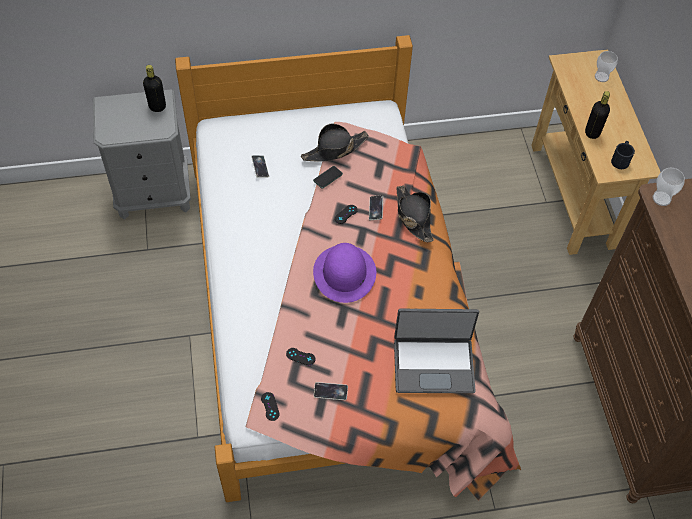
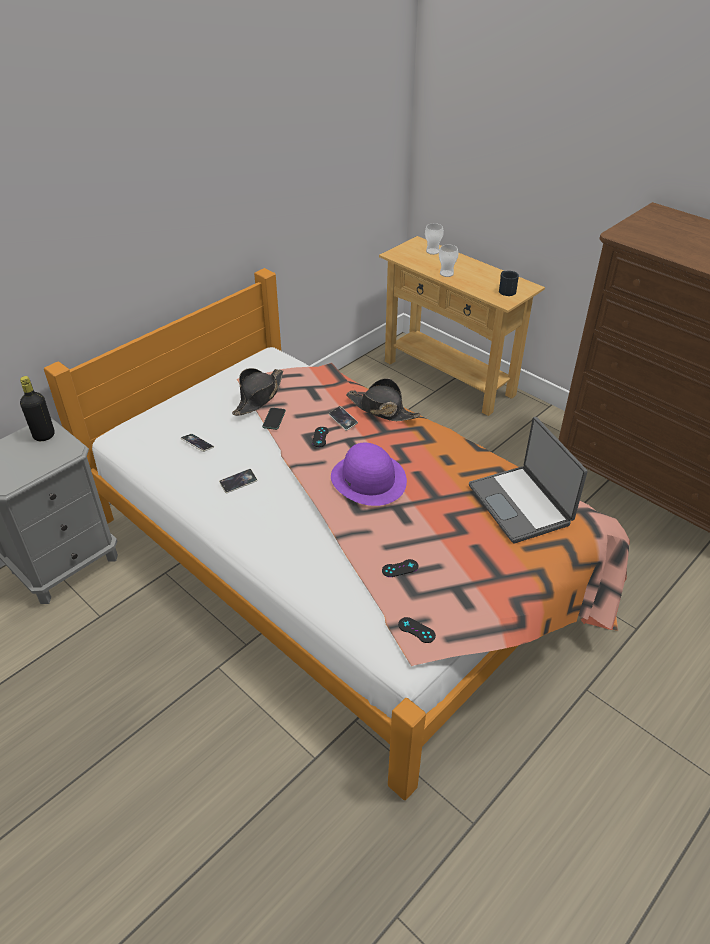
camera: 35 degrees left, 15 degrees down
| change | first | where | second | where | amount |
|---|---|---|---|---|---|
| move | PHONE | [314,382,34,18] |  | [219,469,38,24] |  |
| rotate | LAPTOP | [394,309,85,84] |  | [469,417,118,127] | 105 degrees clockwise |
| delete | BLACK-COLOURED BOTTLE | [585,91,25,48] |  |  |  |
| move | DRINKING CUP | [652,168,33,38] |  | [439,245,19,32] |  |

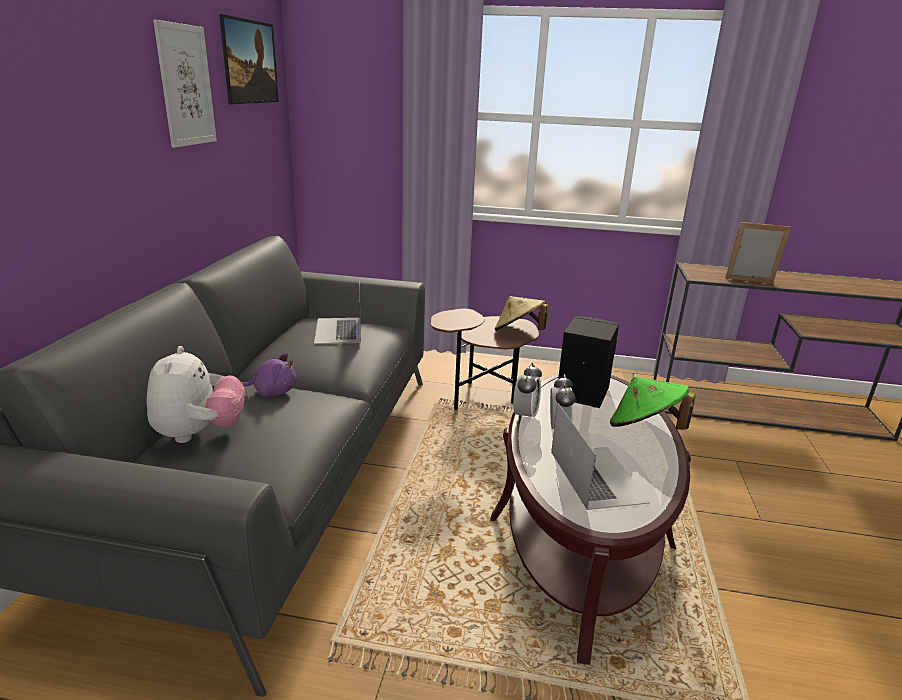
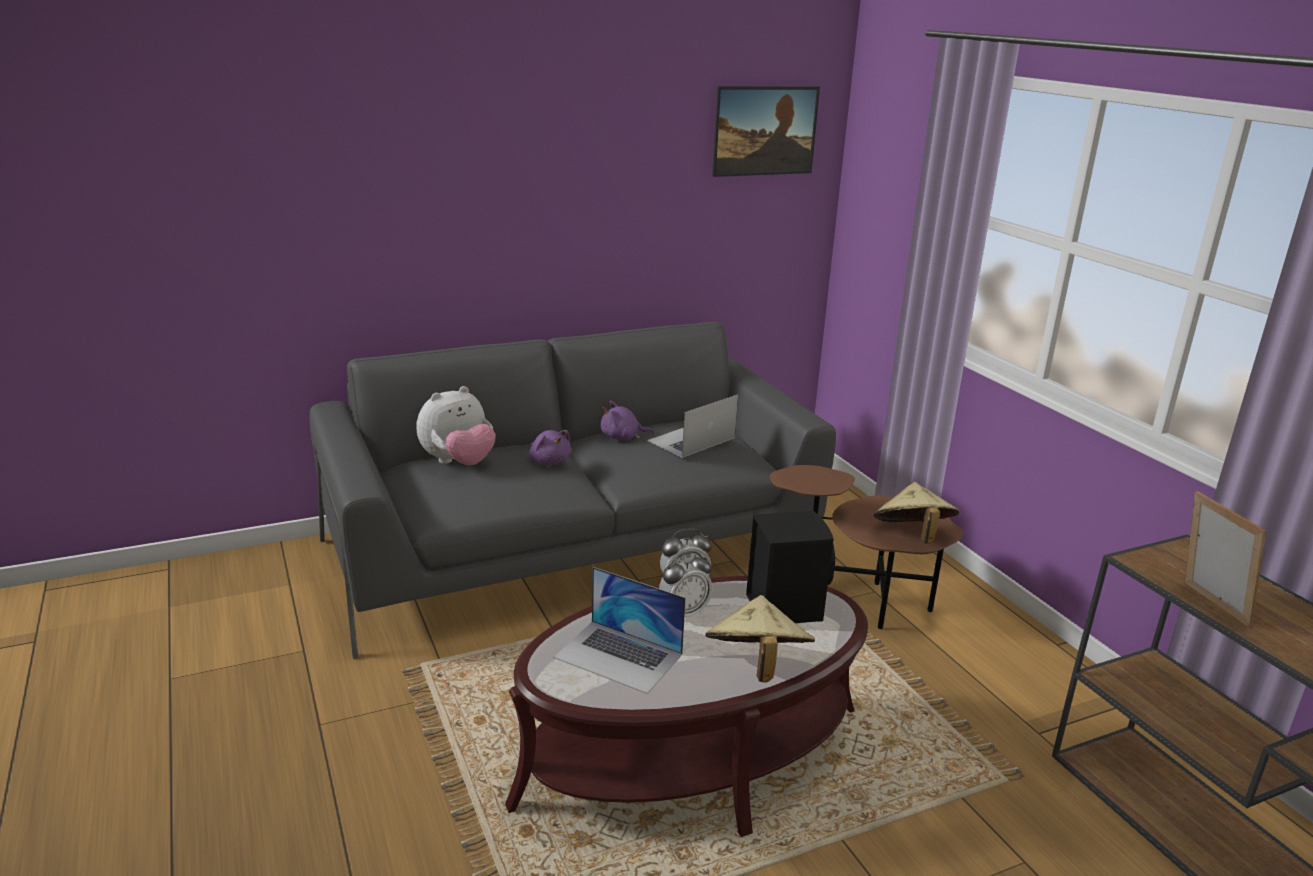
camera: 55 degrees right, 0 degrees up
| change | first | where | second | where | amount |
|---|---|---|---|---|---|
| delete | WALL ART | [153,20,64,128] |  |  |  |
| rotate | LAPTOP | [551,403,99,107] |  | [554,567,132,127] | 75 degrees clockwise |
| recolor | GREEN WEARABLE HAT | [610,376,86,54] | BEIGE WEARABLE HAT | [705,595,110,88] |  |
| insert |  |  | PURPLE PLUSH TOY | [601,401,54,39] |  |

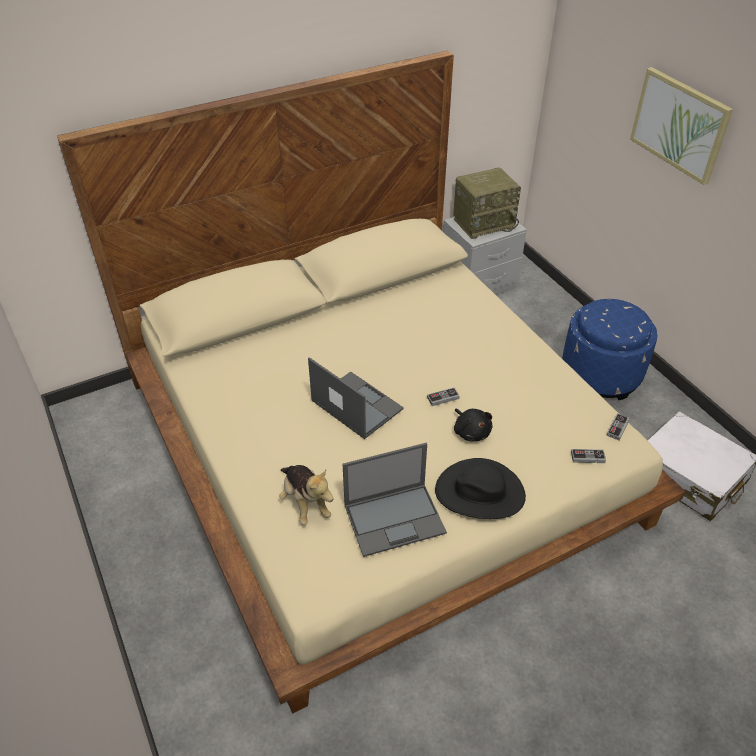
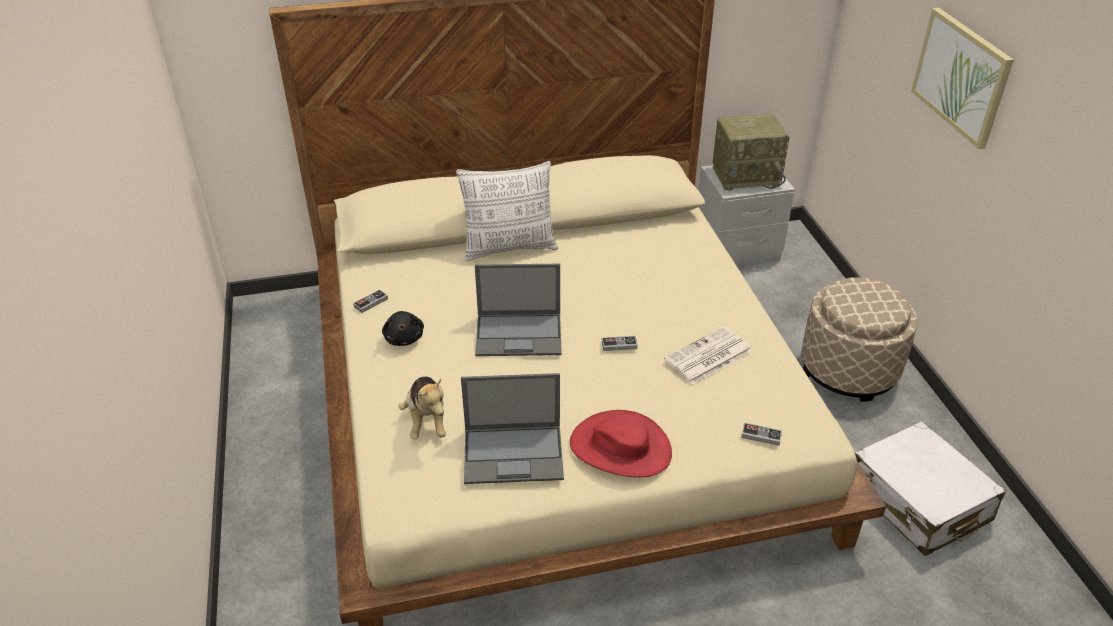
camera: 15 degrees right, 5 degrees down
| change | first | where | second | where | amount |
|---|---|---|---|---|---|
| rotate | LAPTOP | [308,357,96,82] |  | [475,264,87,92] | 120 degrees clockwise |
| recolor | BLACK-COLOURED WEARABLE HAT | [435,458,91,61] | RED WEARABLE HAT | [570,410,102,67] |  |
| move | BLACK-COLOURED PLUSH TOY | [454,409,39,33] |  | [382,311,42,35] |  |
| recolor | BLUE FOOTREST | [562,299,95,101] | BEIGE FOOTREST | [802,277,116,125] |  |
| move | GAME CONTROLLER | [606,413,24,27] |  | [353,289,35,24] |  |
| insert |  |  | PILLOW | [456,161,102,100] |  |
| insert |  |  | DAILY PAPER | [664,327,89,57] |  |

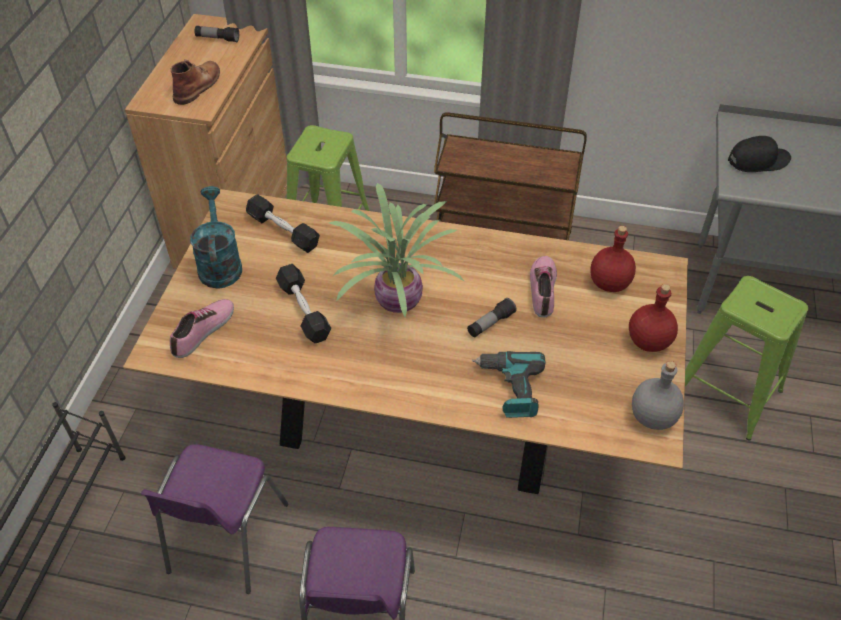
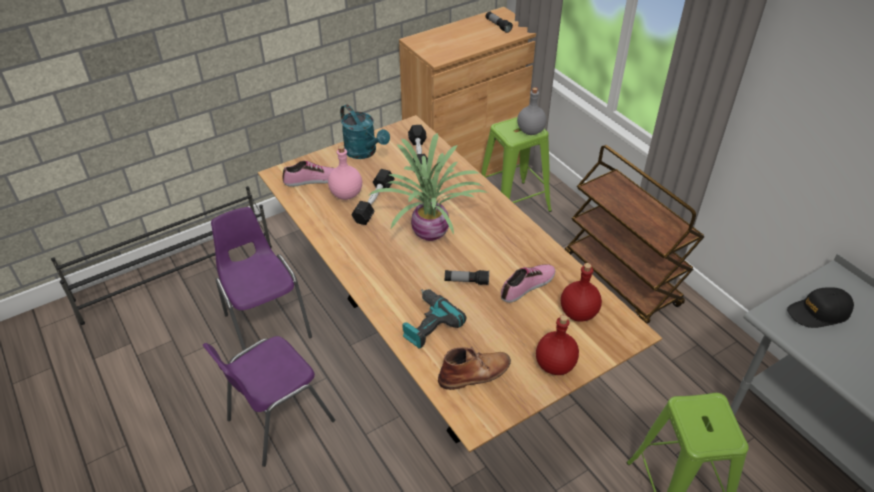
camera: 45 degrees right, 5 degrees down
| change | first | where | second | where | amount |
|---|---|---|---|---|---|
| rotate | PURPLE CHAIR | [141,444,147,150] |  | [211,207,101,143] | 90 degrees clockwise |
| move | BROWN-COLOURED HIGH-TOP BOOT | [171,59,49,46] |  | [438,347,73,43] |  |
| rotate | BLUE-GREEN WATERING CAN | [190,186,52,102] |  | [340,104,50,55] | 105 degrees clockwise |
| move | GREY BOTTLE | [632,361,52,69] |  | [517,87,30,48] |  |
| rotate | BLACK-COLOURED CAP | [728,136,63,36] |  | [787,288,67,40] | 135 degrees clockwise |
| insert |  |  | PINK BOTTLE | [328,146,34,54] |  |

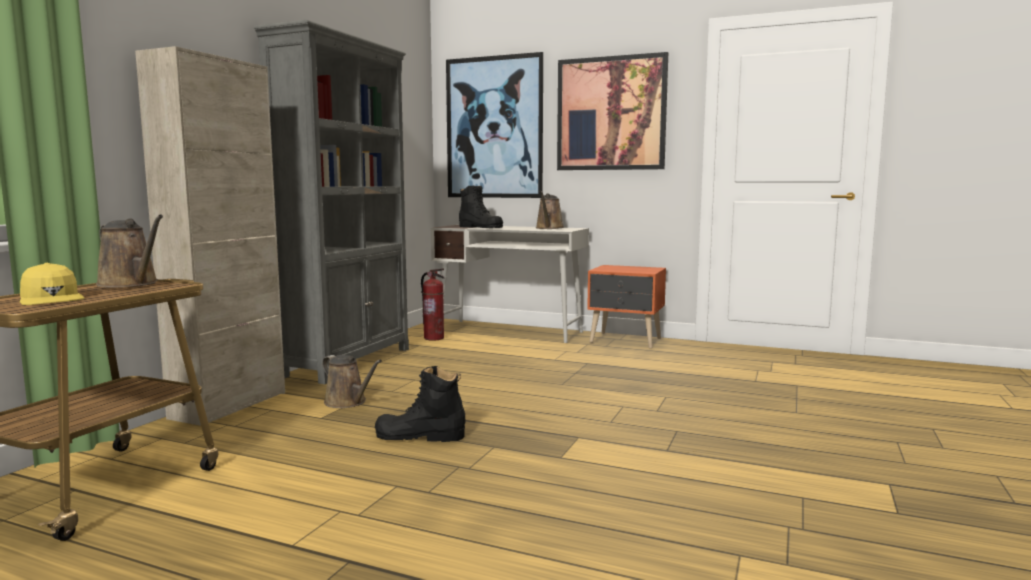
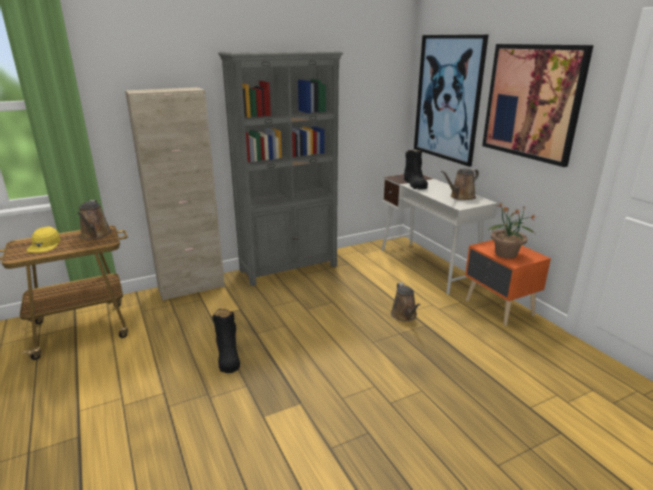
camera: 40 degrees right, 15 degrees up
| change | first | where | second | where | amount |
|---|---|---|---|---|---|
| move | BROWN-COLOURED WATERING CAN | [322,355,60,53] |  | [391,283,29,38] |  |
| rotate | BLACK-COLOURED HIGH-TOP BOOT | [375,366,90,76] |  | [212,309,28,64] | 150 degrees counterclockwise |
| delete | EXTINGUISHER | [421,268,24,73] |  |  |  |
| insert |  |  | POTTED PLANT | [488,203,47,56] |  |

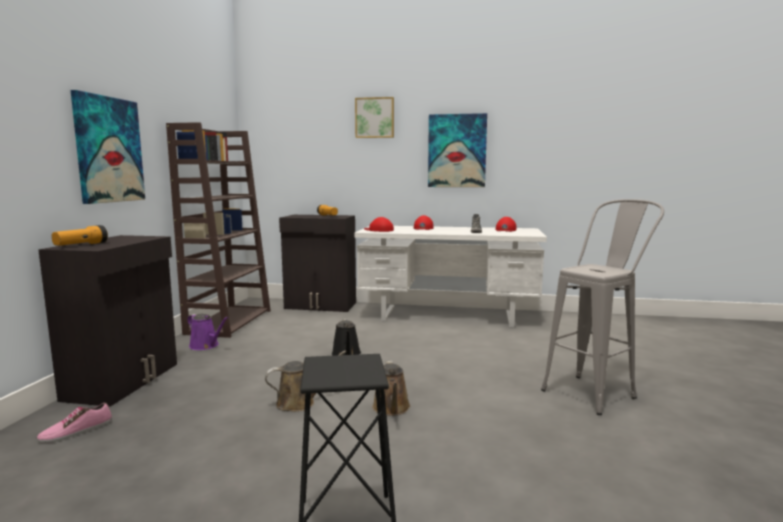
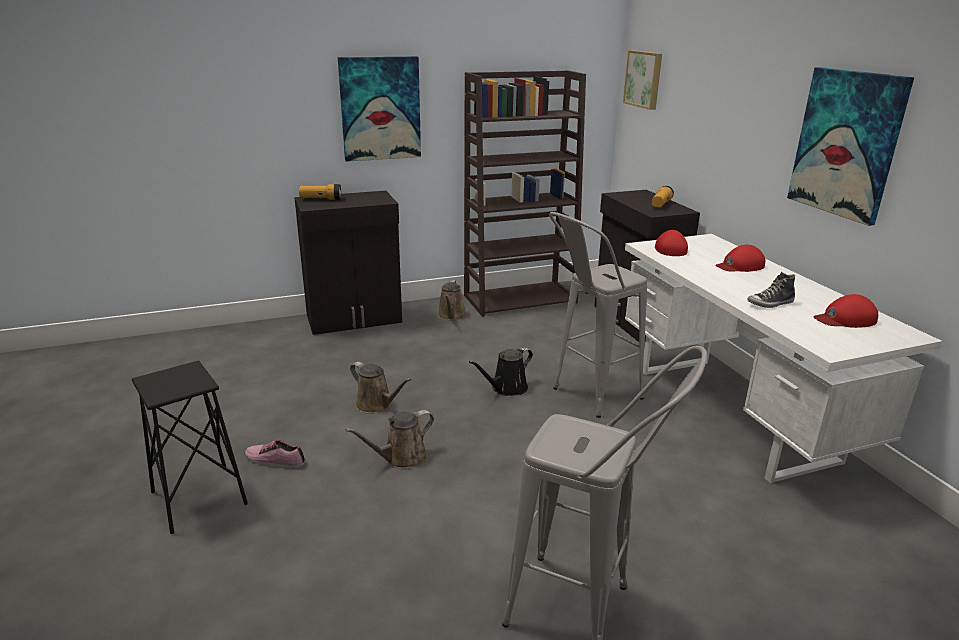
camera: 60 degrees right, 15 degrees up
| change | first | where | second | where | amount |
|---|---|---|---|---|---|
| move | ITEM OF FOOTWEAR | [37,403,75,40] |  | [245,440,60,28] |  |
| recolor | PURPLE WATERING CAN | [187,314,41,36] | BROWN-COLOURED WATERING CAN | [437,280,29,40] |  |
| move | WALL ART | [355,97,39,41] |  | [623,50,39,60] |  |
| insert |  |  | GREY STOOL SEAT | [549,212,98,206] |  |

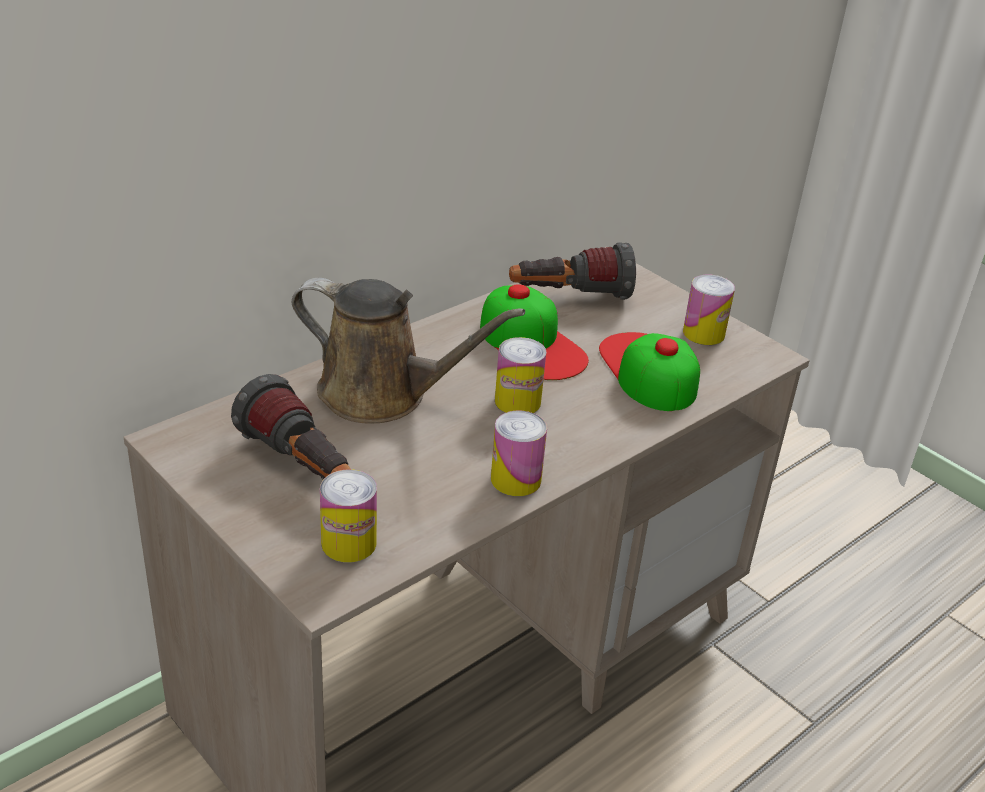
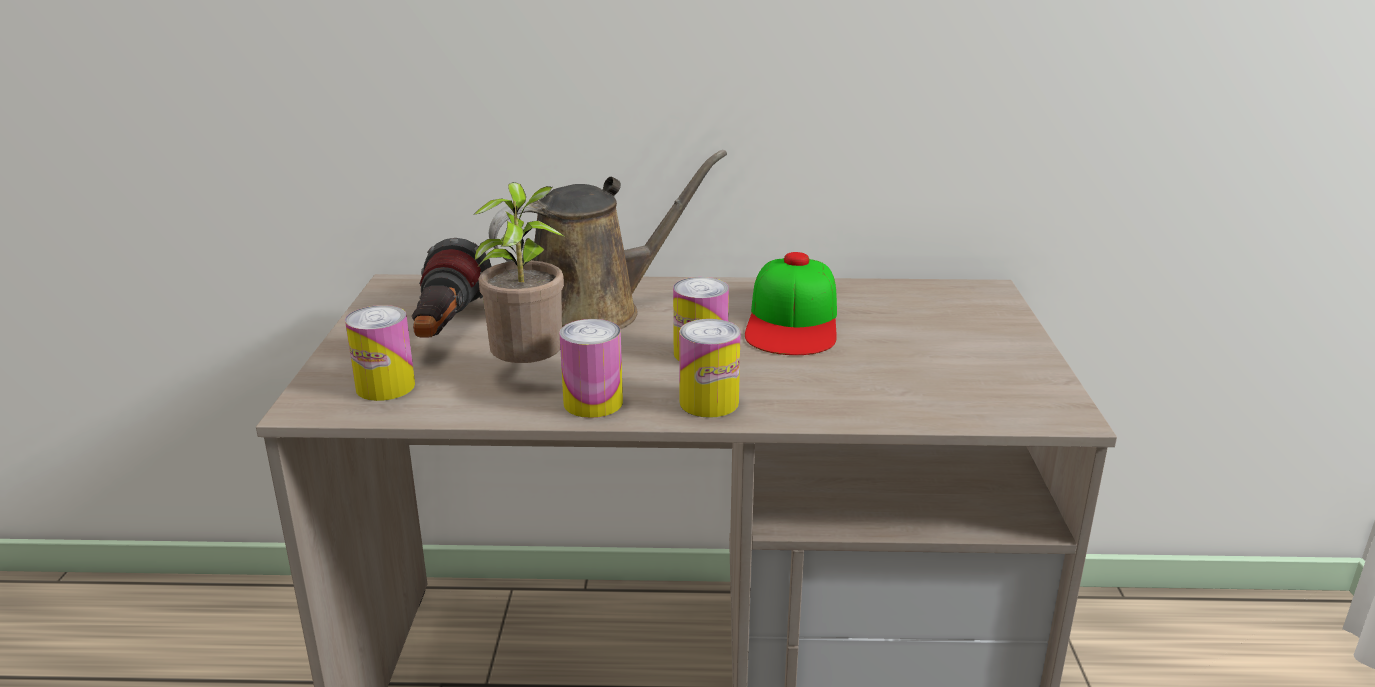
camera: 45 degrees right, 10 degrees down
| change | first | where | second | where | amount |
|---|---|---|---|---|---|
| rotate | BROWN-COLOURED WATERING CAN | [292,278,233,146] |  | [489,150,238,180] | 90 degrees counterclockwise |
| delete | HAND TORCH | [509,242,127,58] |  |  |  |
| delete | CAP | [599,332,101,79] |  |  |  |
| move | SEALED CAN | [683,275,52,70] |  | [679,319,62,99] |  |
| insert |  |  | POTTED PLANT | [473,182,92,181] |  |

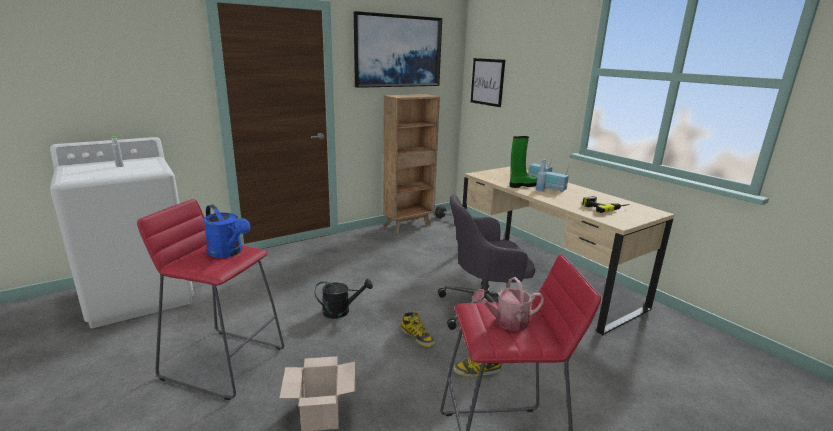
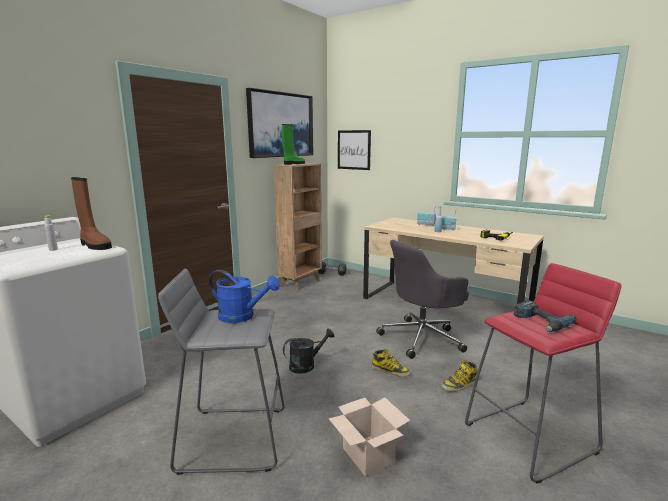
camera: 20 degrees left, 5 degrees down
| change | first | where | second | where | amount |
|---|---|---|---|---|---|
| recolor | RED STOOL SEAT | [137,199,147,201] | GREY STOOL SEAT | [158,269,126,206] |  |
| replace | WATERING CAN | [472,277,73,54] | DRILL | [513,300,64,32] |  |
| move | GREEN HIGH-TOP BOOT | [510,136,27,52] |  | [282,124,23,41] |  |
| insert |  |  | BROWN-COLOURED HIGH-TOP BOOT | [71,177,41,73] |  |

